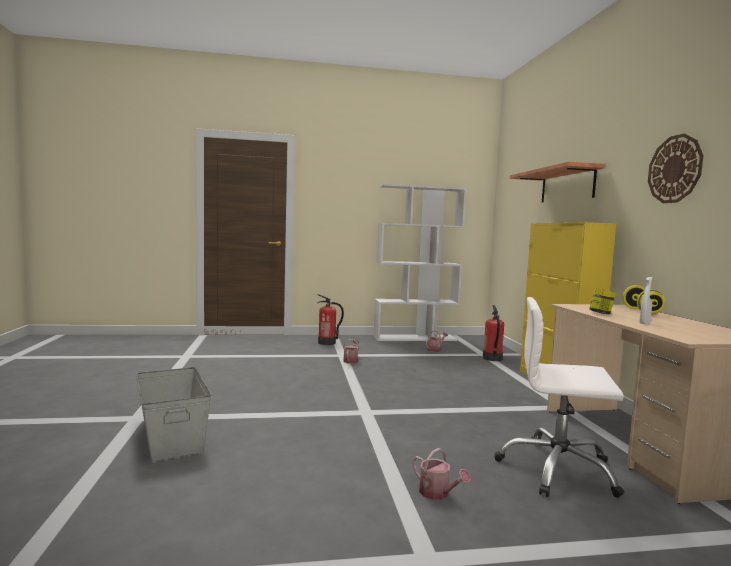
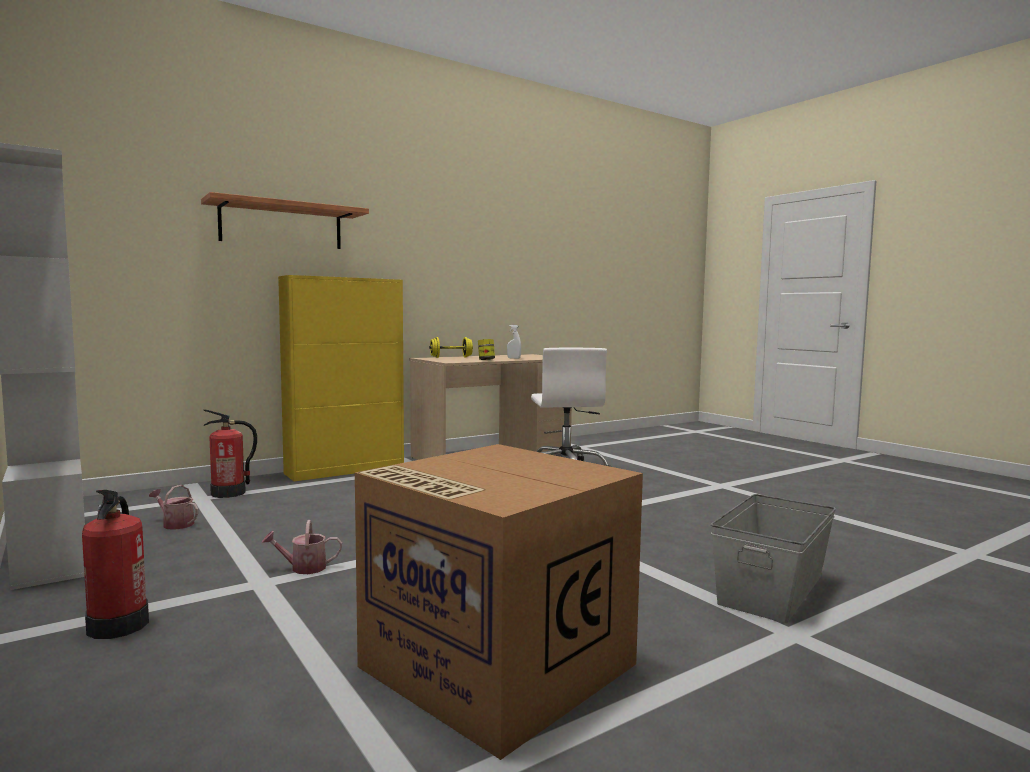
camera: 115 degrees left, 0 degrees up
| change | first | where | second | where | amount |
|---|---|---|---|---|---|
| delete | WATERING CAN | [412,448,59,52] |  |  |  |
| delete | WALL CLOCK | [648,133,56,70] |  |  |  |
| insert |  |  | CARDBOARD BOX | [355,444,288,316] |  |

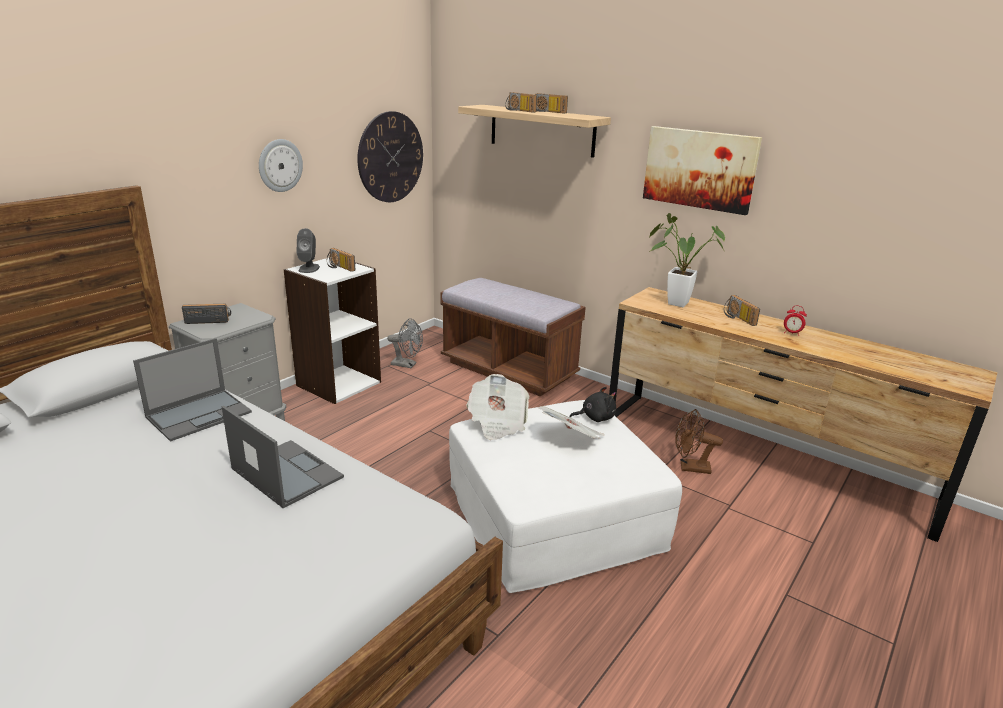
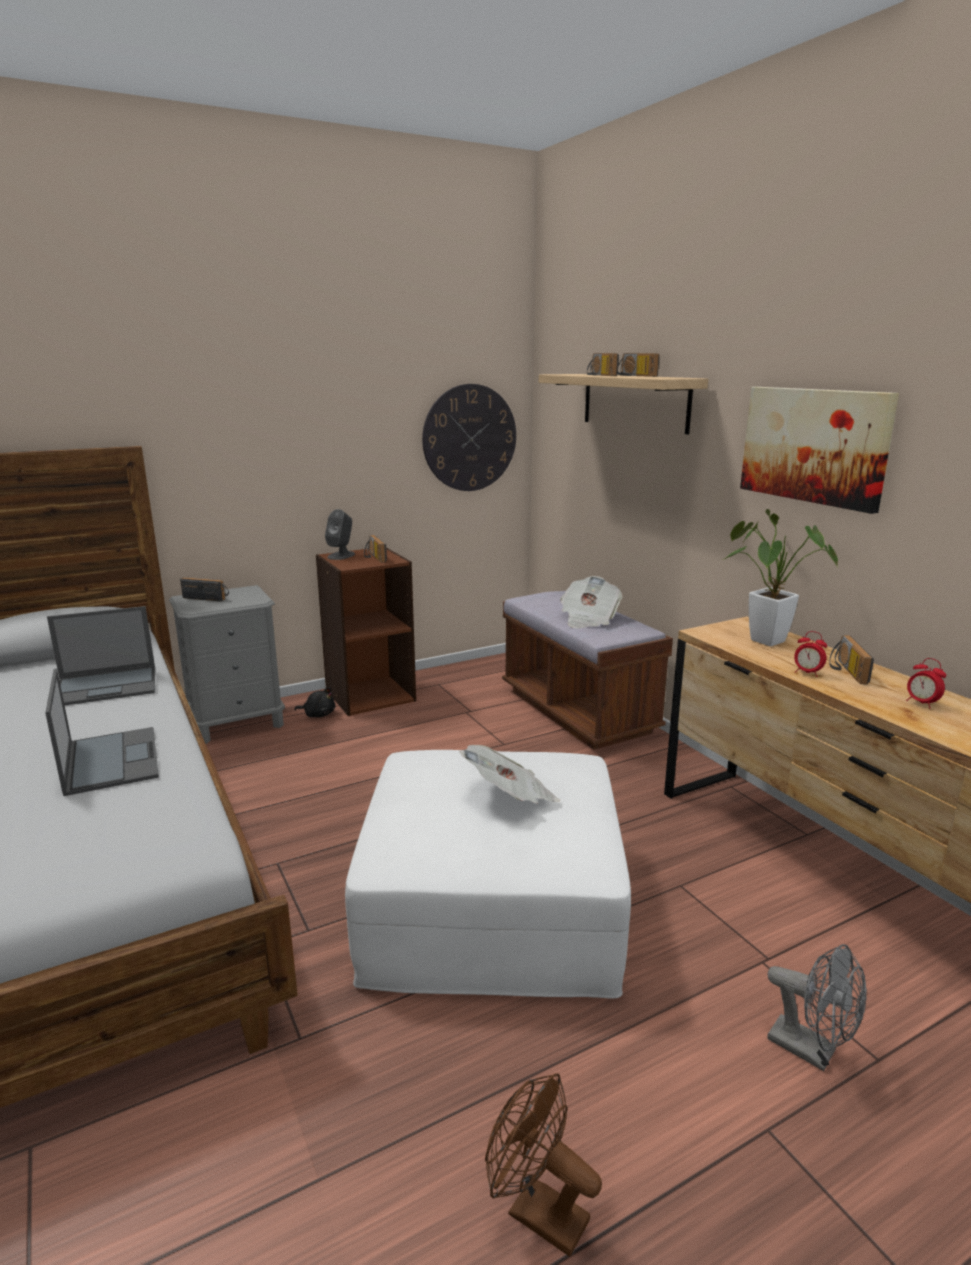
camera: 25 degrees right, 5 degrees down
| change | first | where | second | where | amount |
|---|---|---|---|---|---|
| delete | WALL CLOCK | [259,139,44,53] |  |  |  |
| recolor | WHITE-COLOURED BOOKSHELF | [284,258,97,146] | BROWN-COLOURED BOOKSHELF | [316,548,100,168] |  |
| move | GREY ELECTRIC FAN | [387,318,36,50] |  | [767,944,100,127] |  |
| move | DAILY PAPER | [466,374,63,66] |  | [560,576,63,52] |  |
| move | BLACK-COLOURED PLUSH TOY | [569,387,47,35] |  | [294,687,41,30] |  |
| move | BROWN-COLOURED ELECTRIC FAN | [675,409,48,65] |  | [485,1073,117,184] |  |
| insert |  |  | BEDSIDE CLOCK | [794,631,33,46] |  |

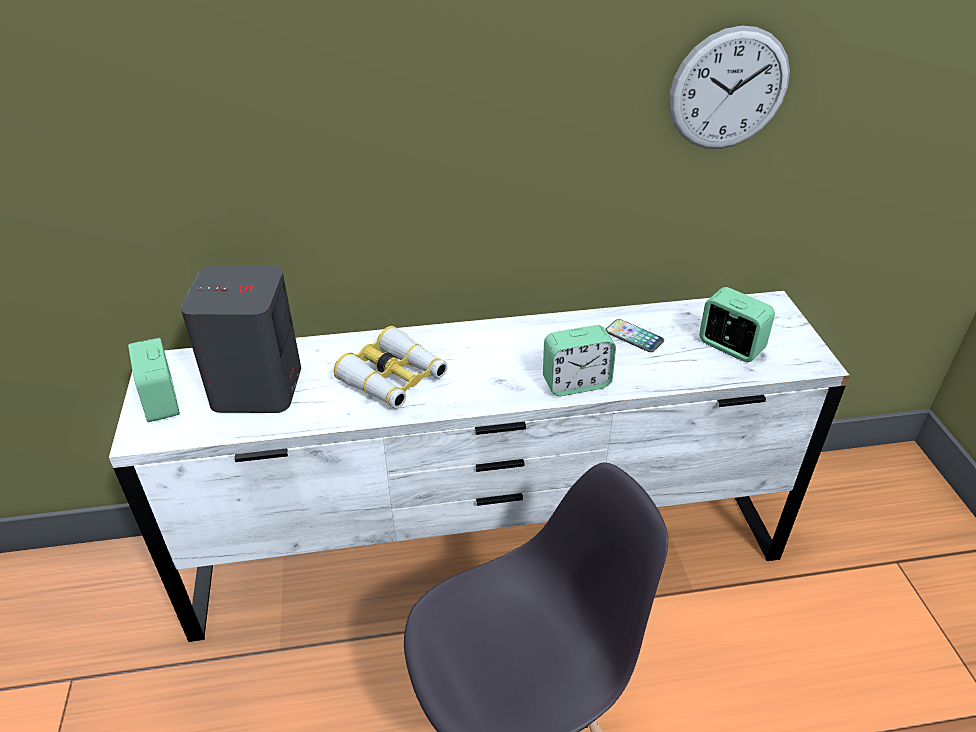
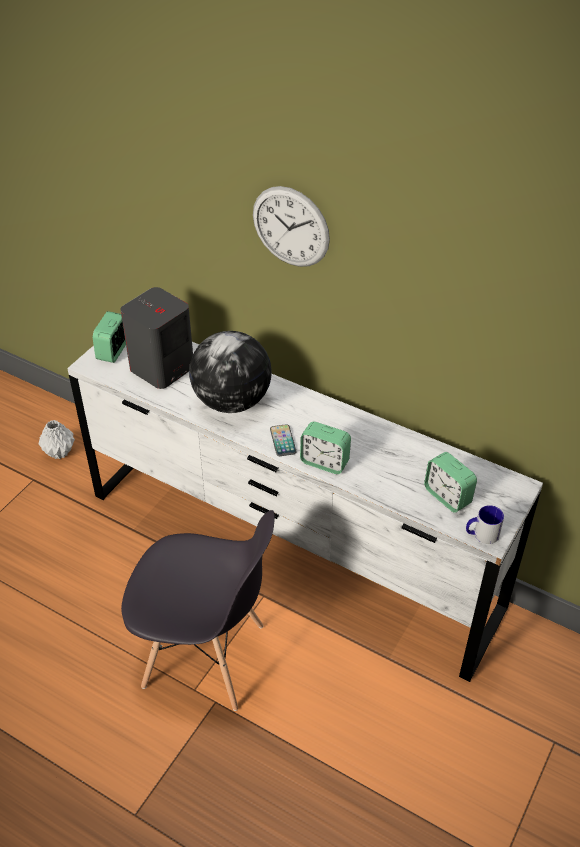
camera: 40 degrees right, 5 degrees up
| change | first | where | second | where | amount |
|---|---|---|---|---|---|
| replace | FIELD GLASSES | [334,326,114,82] | GLOBE | [189,331,83,82] |  |
| move | PHONE | [605,319,59,33] |  | [270,424,27,32] |  |
| move | WALL CLOCK | [669,25,121,124] |  | [253,186,77,81] |  |
| rotate | BEDSIDE CLOCK | [699,287,76,75] |  | [424,452,53,61] | 150 degrees clockwise |
| insert |  |  | WHITE-COLOURED DECORATIVE VASE | [39,420,36,39] |  |
| insert |  |  | TEA MUG | [466,505,38,39] |  |

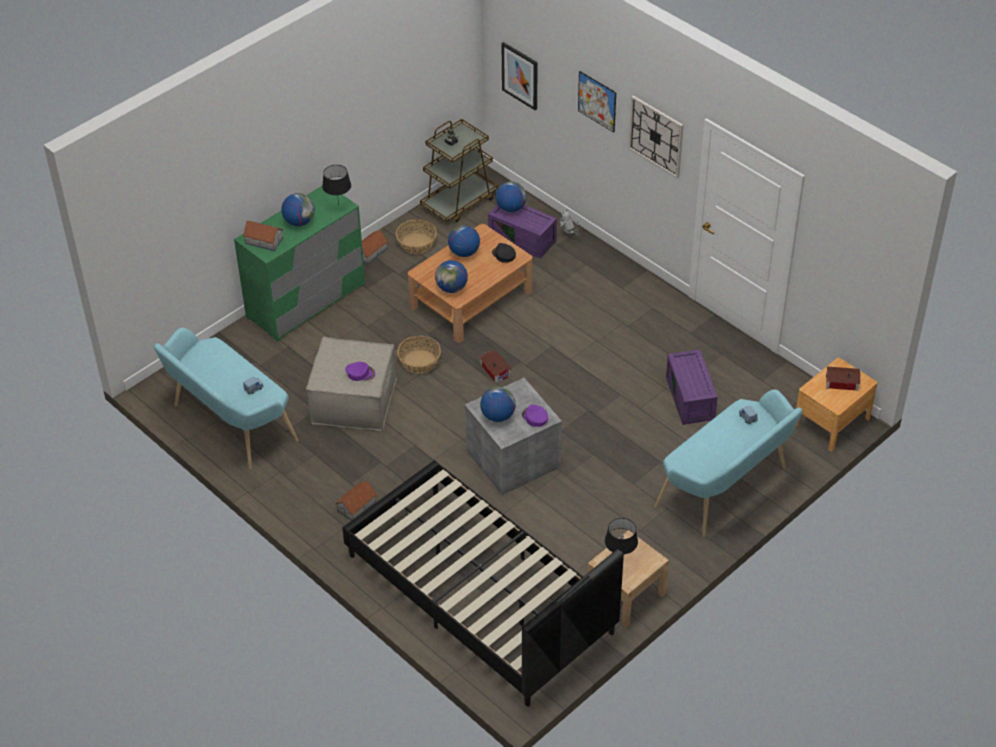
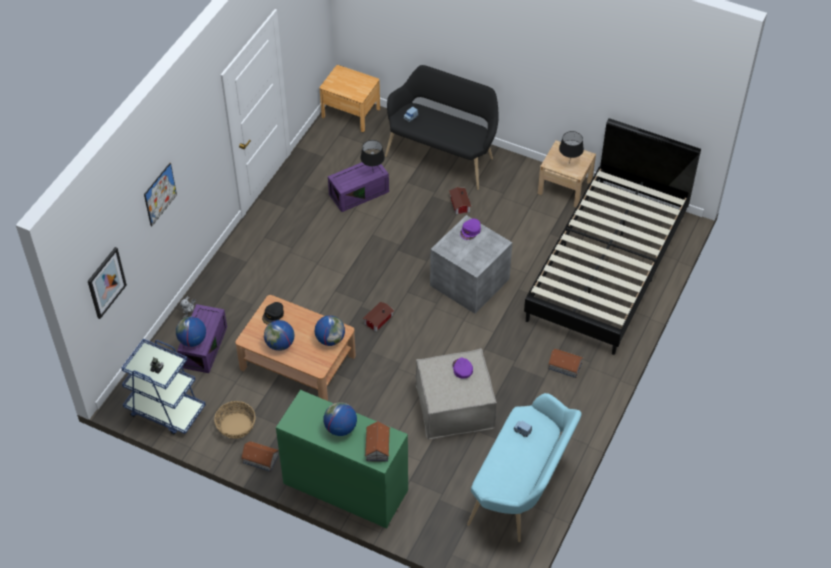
camera: 110 degrees left, 5 degrees up
| change | first | where | second | where | amount |
|---|---|---|---|---|---|
| move | BLACK-COLOURED LAMP FOR A TABLE | [322,165,29,41] |  | [360,140,25,26] |  |
| delete | BASKET | [397,336,44,38] |  |  |  |
| recolor | BROWN-COLOURED TROLLEY | [420,119,78,103] | BLUE TROLLEY | [122,339,84,95] |  |
| delete | GLOBE | [480,387,36,35] |  |  |  |
| delete | WALL CLOCK | [628,95,55,84] |  |  |  |
| recolor | BLUE-GREEN INDOOR BENCH | [654,389,149,148] | BLACK-COLOURED INDOOR BENCH | [385,65,114,125] |  |
| move | MODEL HOUSE | [826,367,34,24] |  | [449,187,22,27] |  |

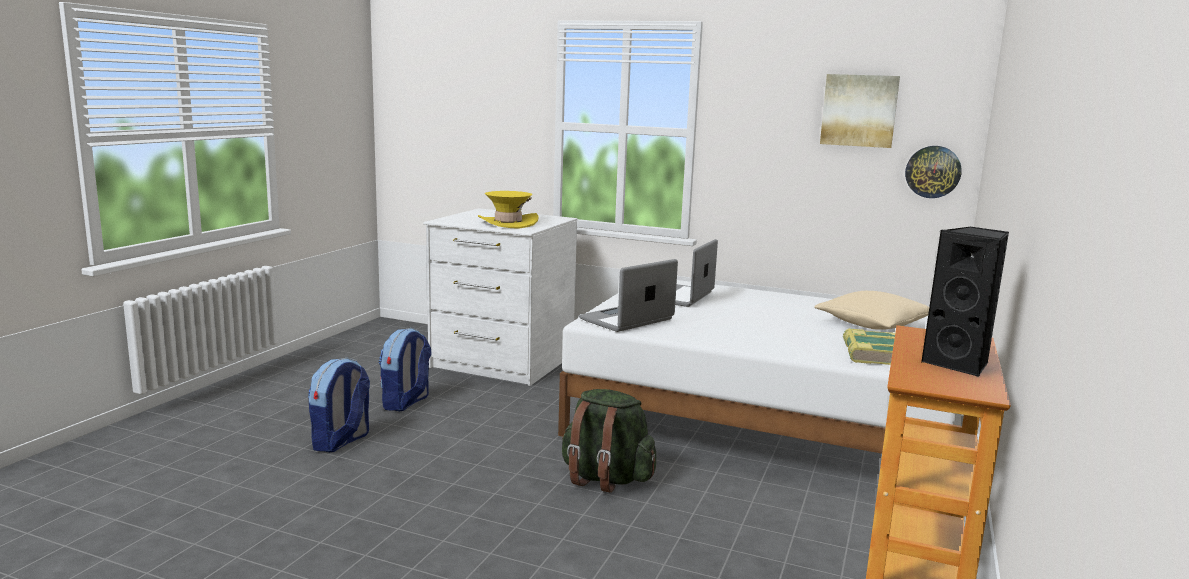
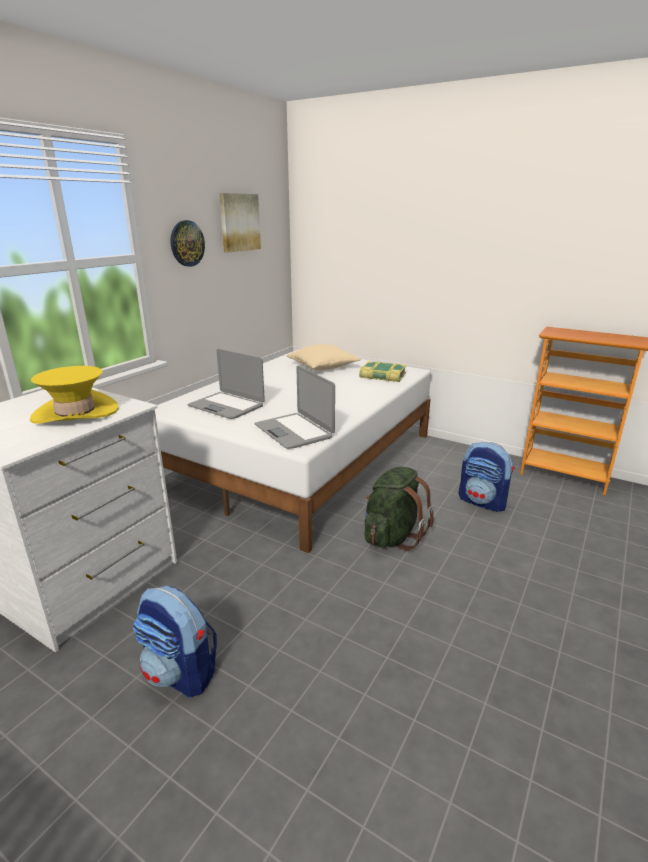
camera: 80 degrees left, 10 degrees up
| change | first | where | second | where | amount |
|---|---|---|---|---|---|
| move | KNAPSACK | [308,358,62,94] |  | [458,442,57,70] |  |
| move | WALL CLOCK | [905,146,57,52] |  | [170,220,35,47] |  |
| delete | BLACK-COLOURED LOUDSPEAKER | [921,226,88,151] |  |  |  |

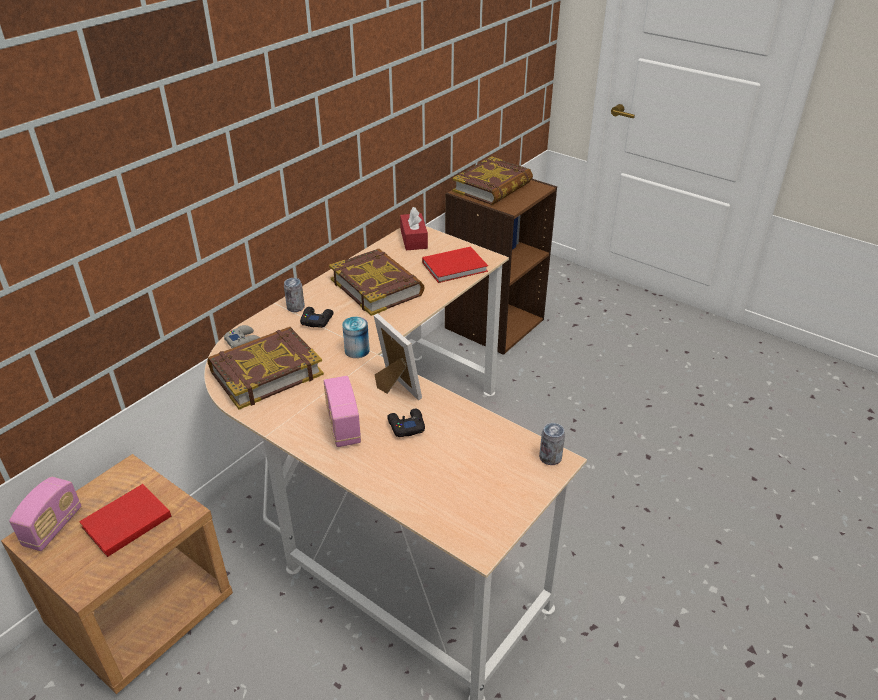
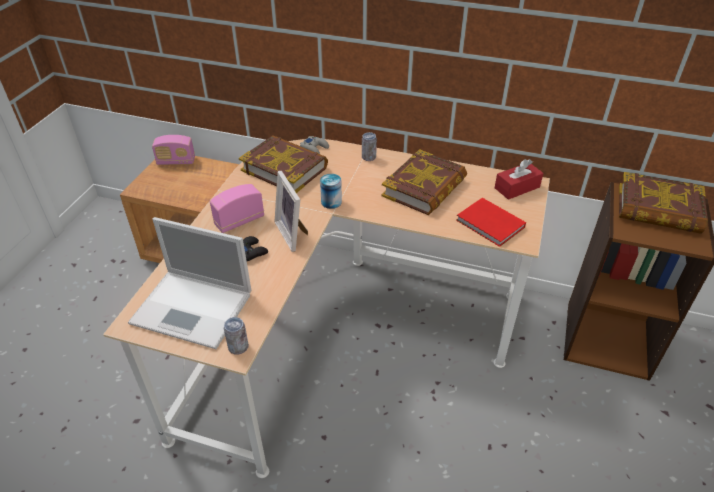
camera: 70 degrees right, 5 degrees up
| change | first | where | second | where | amount |
|---|---|---|---|---|---|
| delete | RED VOLUME | [79,484,92,73] |  |  |  |
| delete | BLACK-COLOURED GAME CONTROLLER | [300,307,33,21] |  |  |  |
| rotate | PICTURE FRAME | [373,314,49,87] |  | [274,171,34,81] | 120 degrees clockwise |
| insert |  |  | LAPTOP | [128,217,123,132] |  |

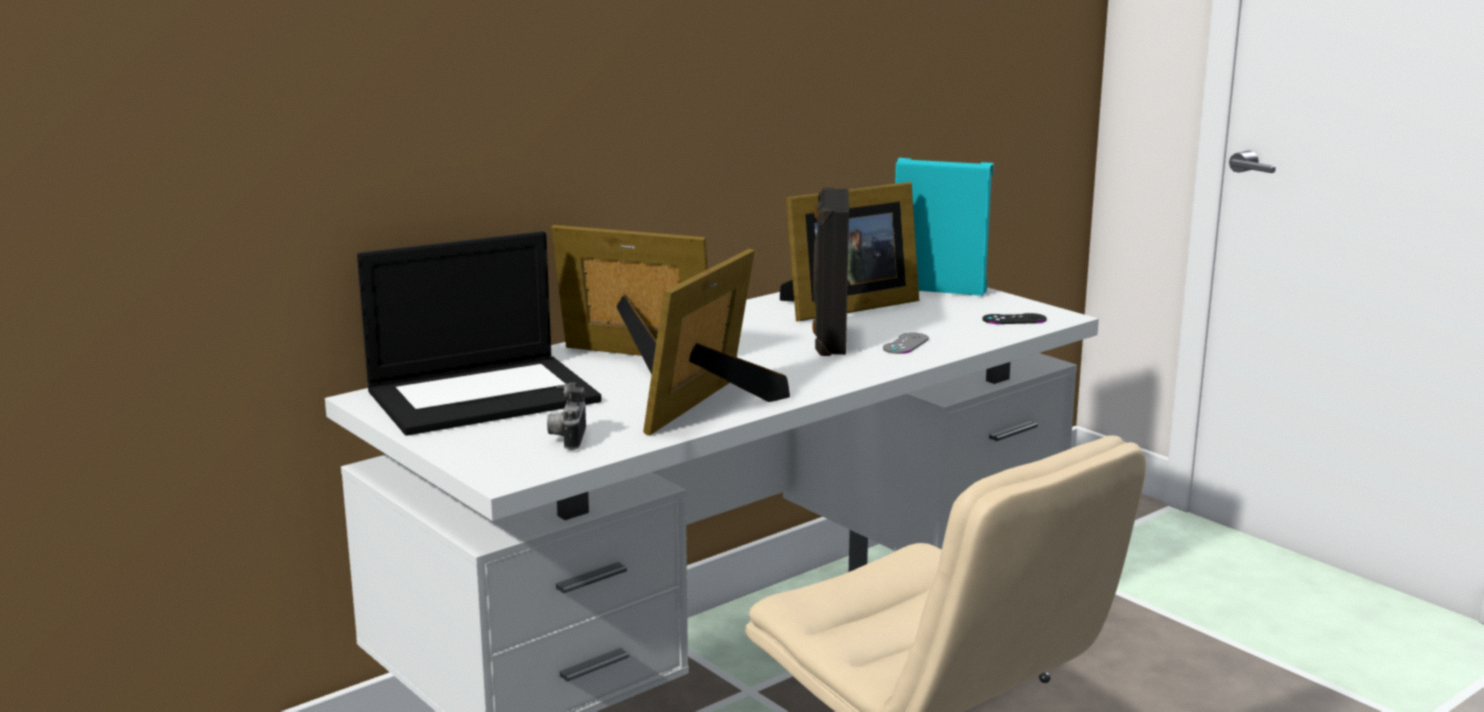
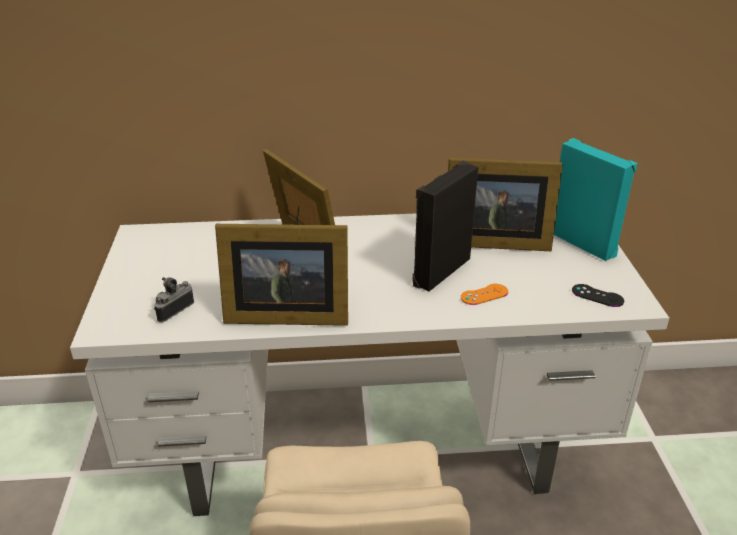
camera: 35 degrees right, 15 degrees up
| change | first | where | second | where | amount |
|---|---|---|---|---|---|
| delete | LAPTOP | [357,231,244,205] |  |  |  |
| rotate | PICTURE FRAME | [643,249,147,187] |  | [215,224,133,102] | 150 degrees counterclockwise |
| recolor | GREY GAME CONTROLLER | [883,332,46,22] | ORANGE GAME CONTROLLER | [461,284,47,21] |  |

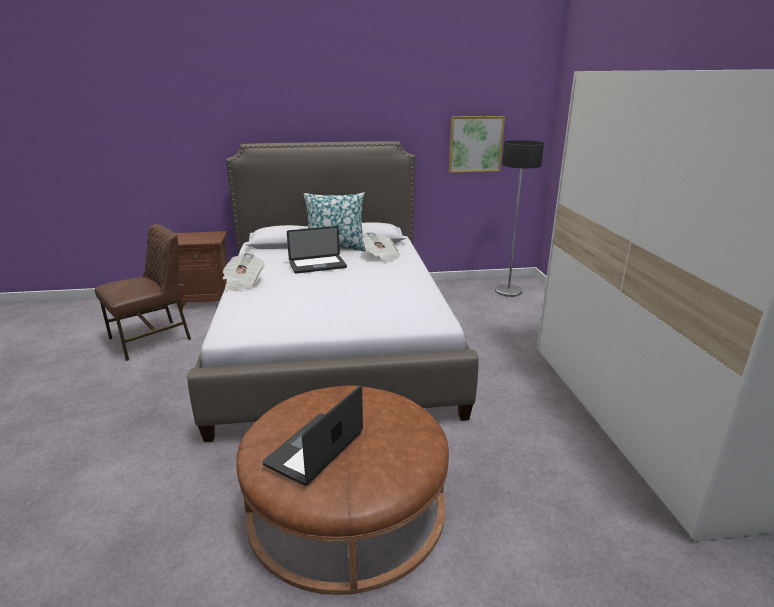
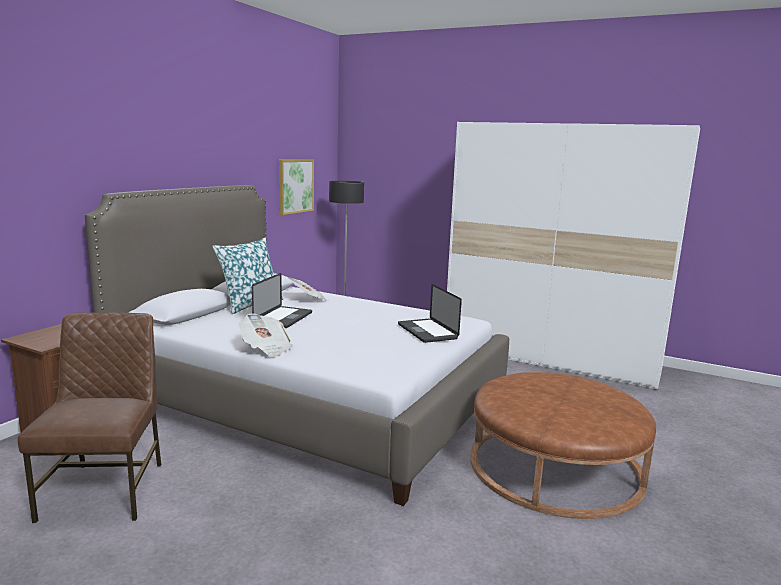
camera: 55 degrees left, 10 degrees down
| change | first | where | second | where | amount |
|---|---|---|---|---|---|
| move | LAPTOP | [262,385,101,101] |  | [398,284,64,59] |  |

